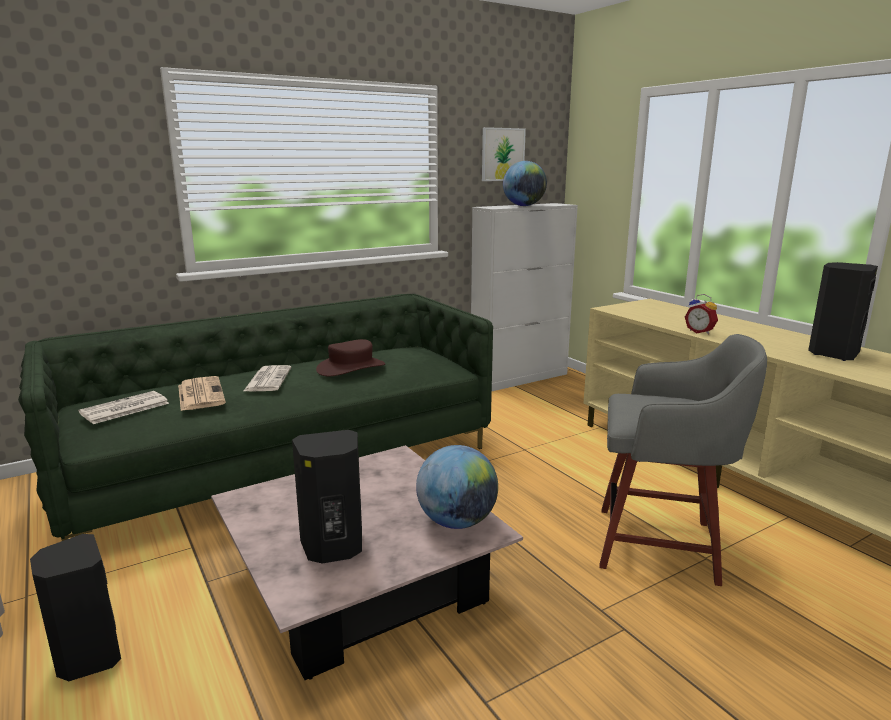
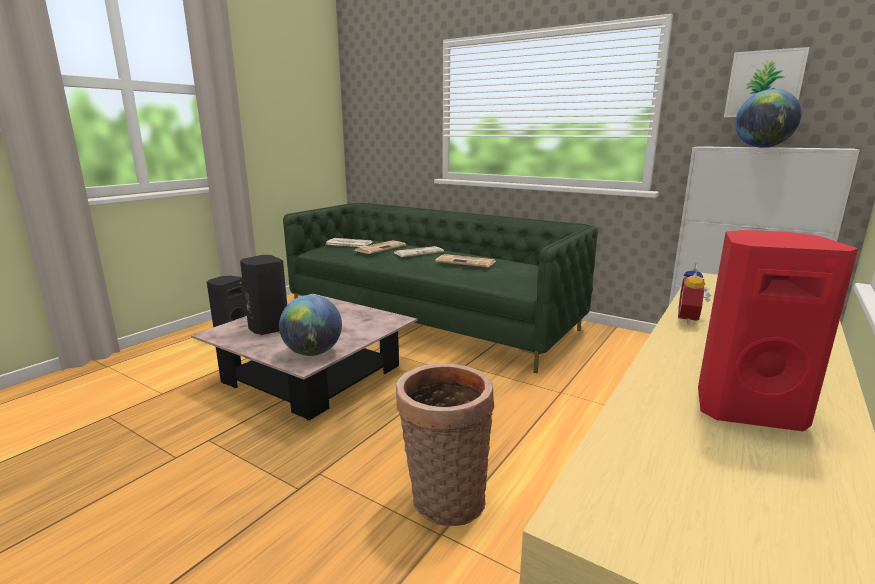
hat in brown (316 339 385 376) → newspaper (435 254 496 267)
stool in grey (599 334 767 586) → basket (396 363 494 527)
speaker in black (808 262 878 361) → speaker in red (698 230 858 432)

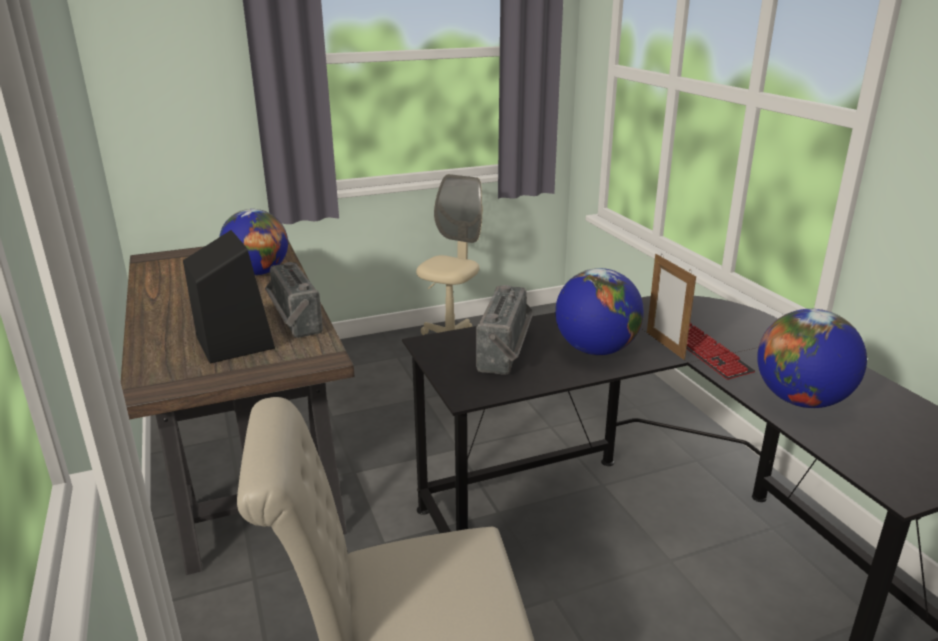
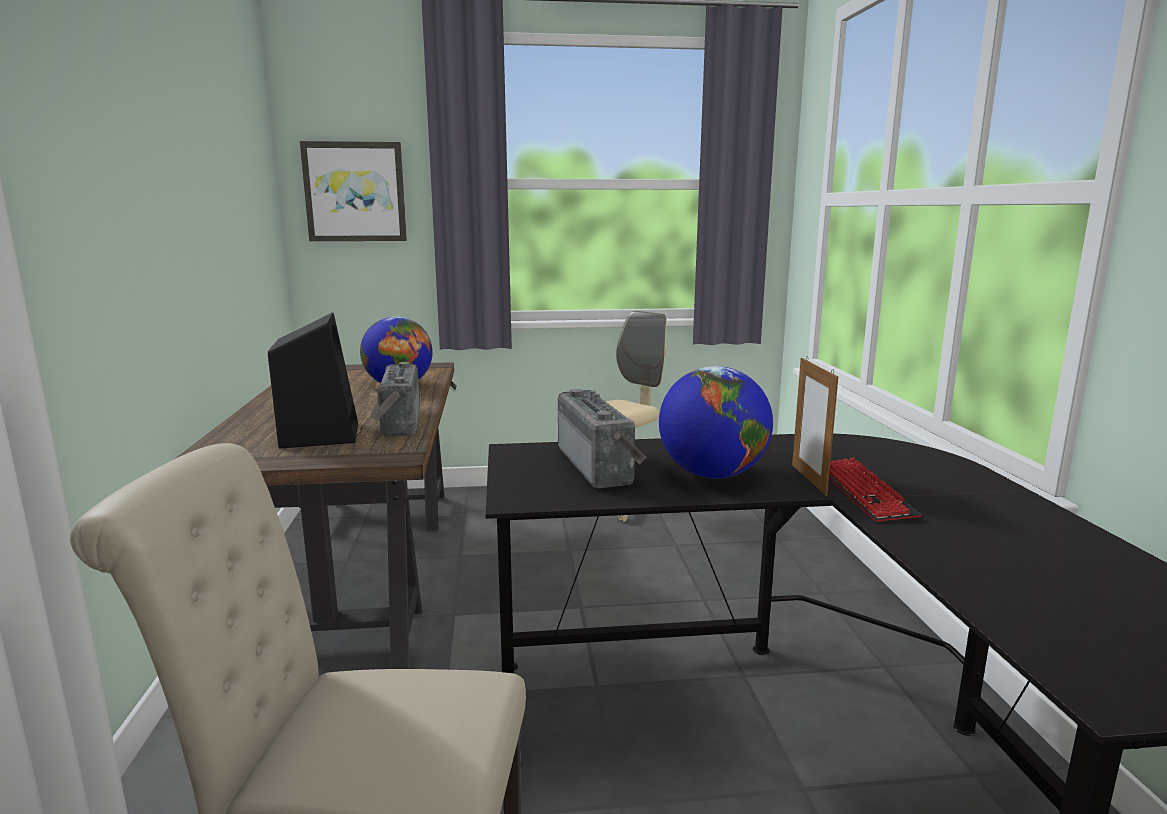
radio (476 285 534 375) → radio (558 389 646 488), 45 degrees counterclockwise
globe (757 309 867 408) → -
- → picture (300 141 407 241)

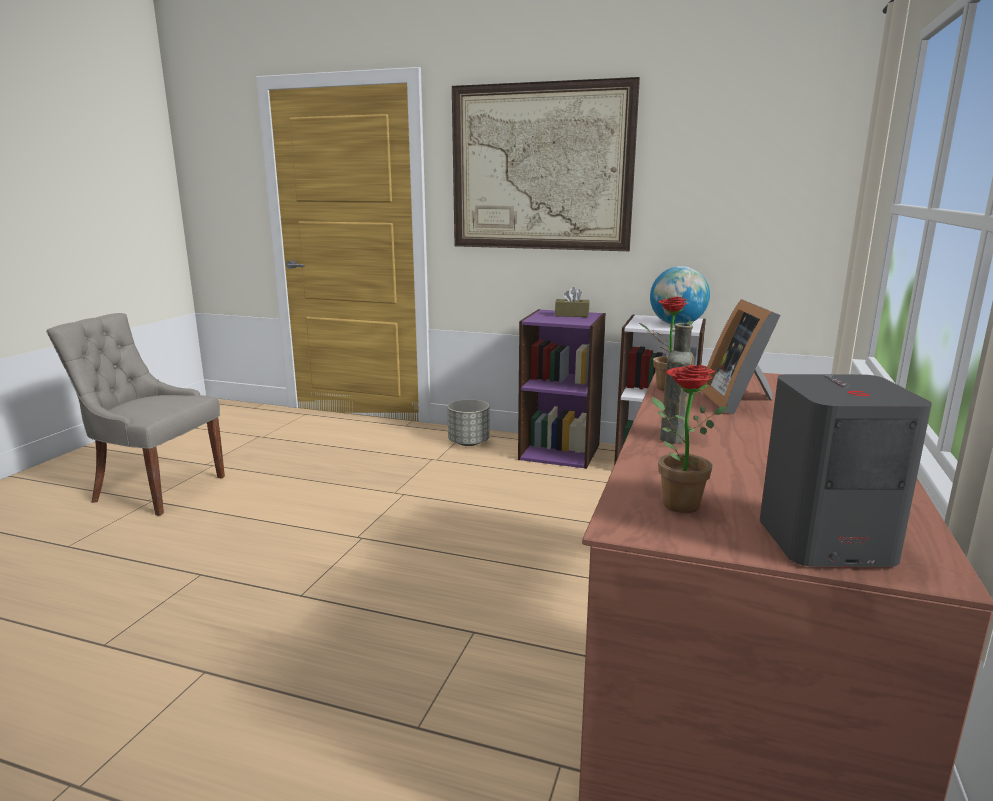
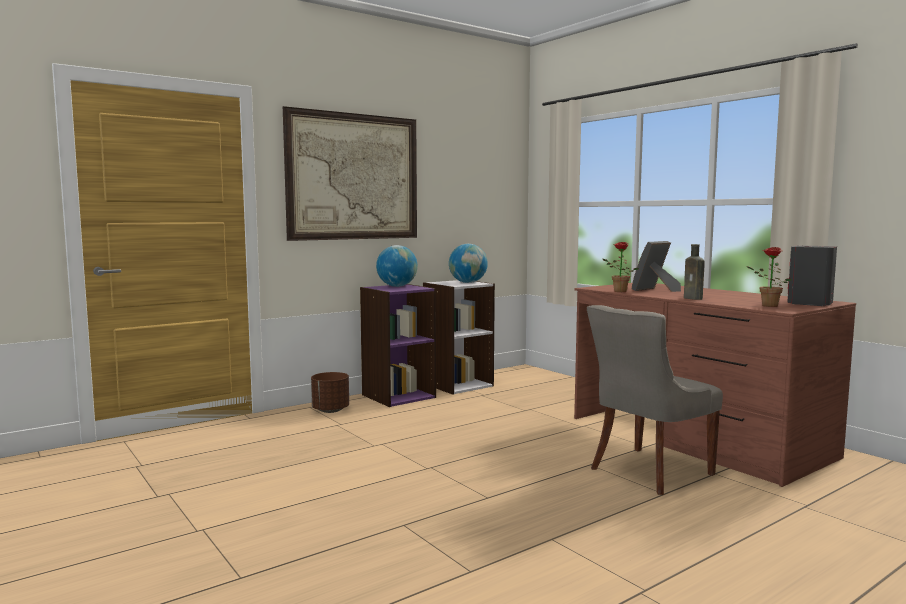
chair in grey (46 313 225 516) → chair in grey (587 305 723 495), relocated
planter in grey (447 399 489 446) → planter in brown (311 372 349 413)
tissue box in brown (555 287 590 317) → globe (376 245 418 287)
picture frame (701 299 781 415) → picture frame (632 241 681 292), 105 degrees clockwise

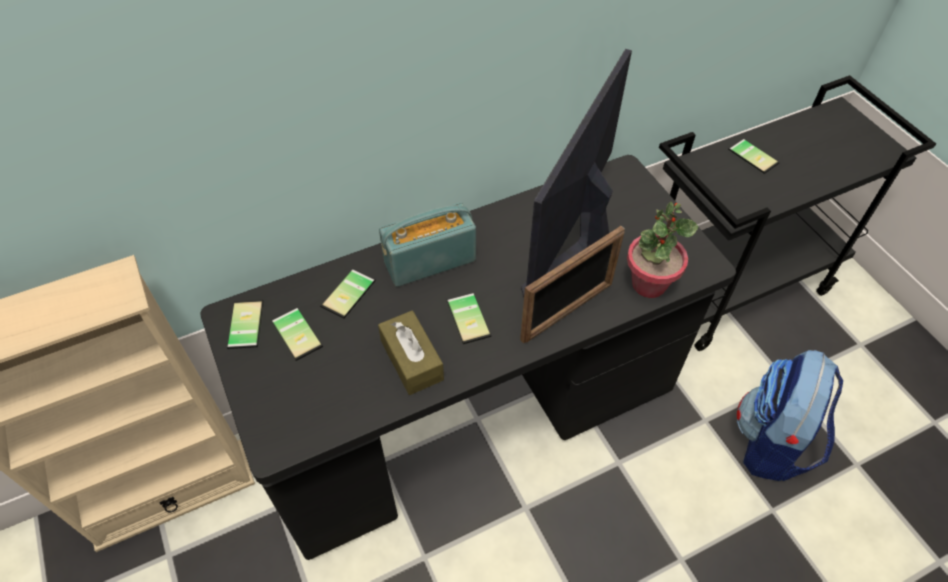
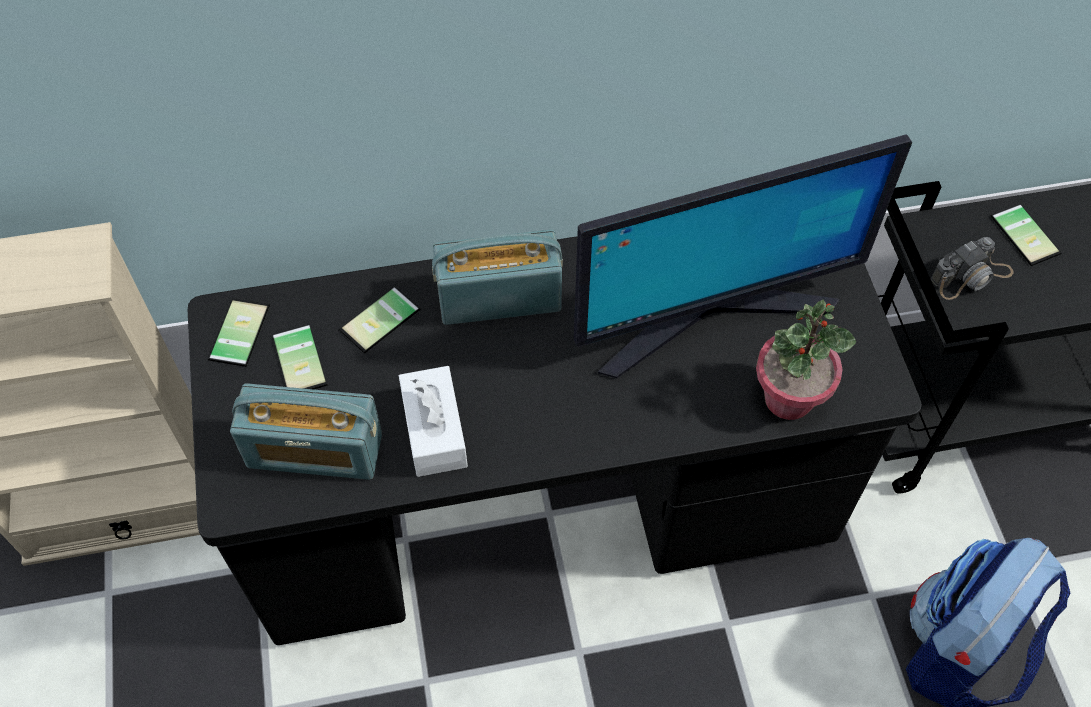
tissue box in brown (378 311 444 395) → tissue box in white (399 366 468 477)
phone (446 292 491 344) → -
picture frame (520 226 625 343) → -
monitor (521 49 632 297) → monitor (574 134 912 379), 150 degrees counterclockwise
- → radio (230 383 382 480)
- → photo camera (931 237 1013 300)

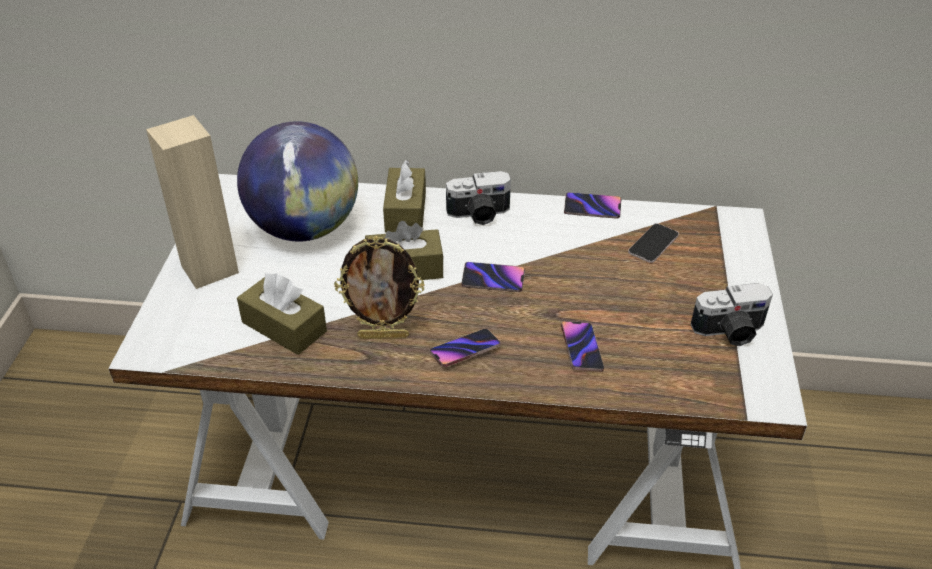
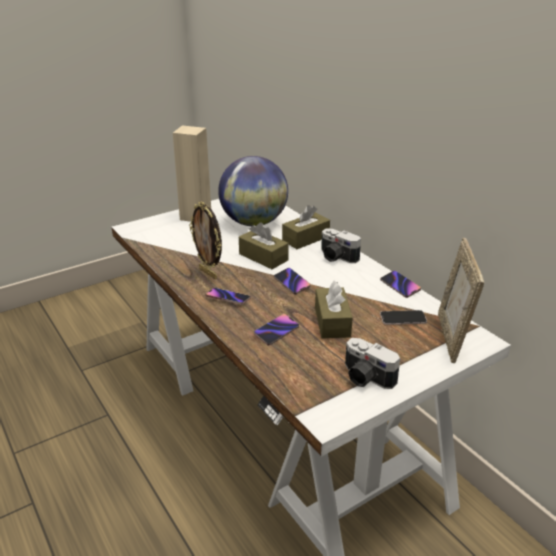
tissue box in brown (237 274 327 355) → tissue box in brown (315 281 353 339), relocated
- → picture frame (438 238 484 363)

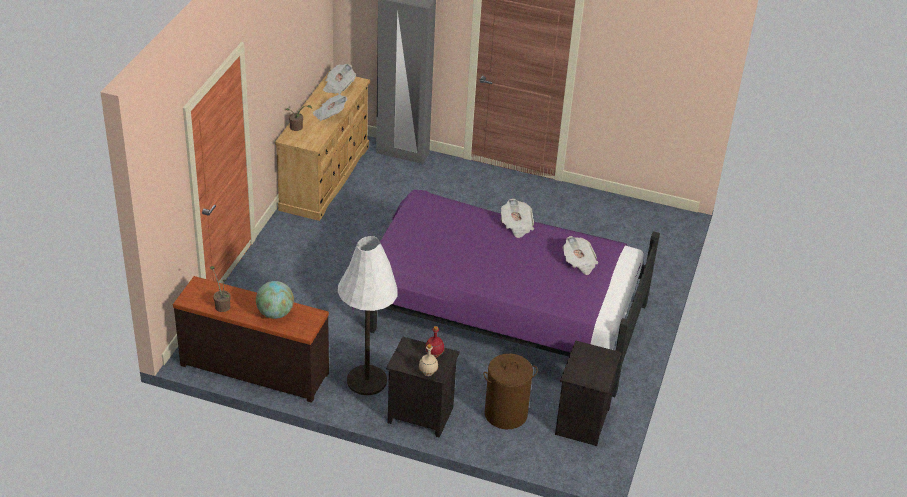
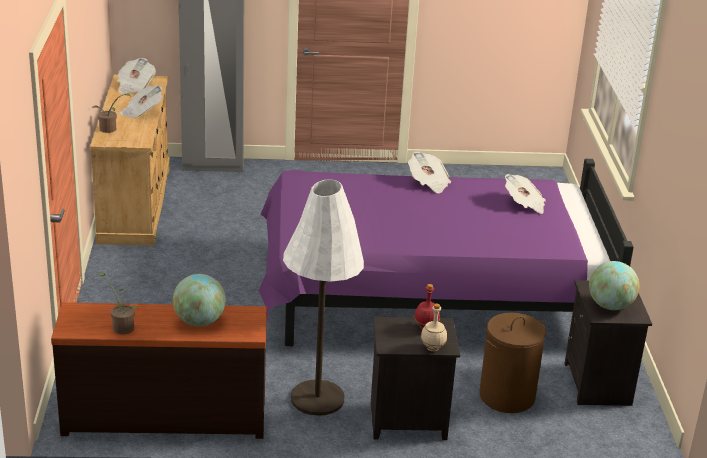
- → globe (589 261 639 310)

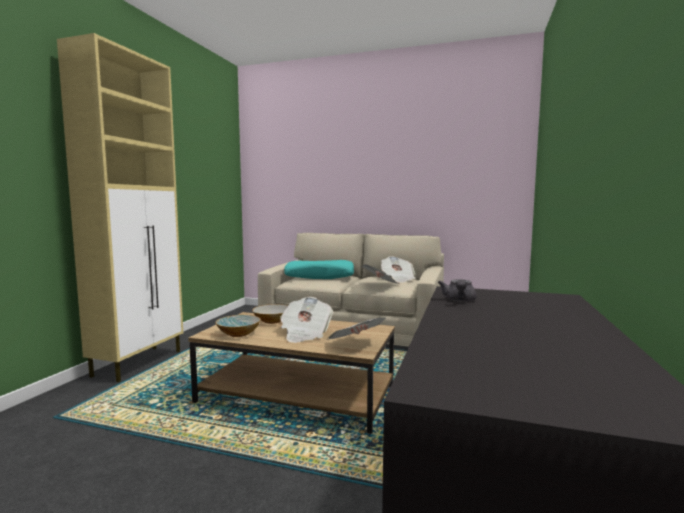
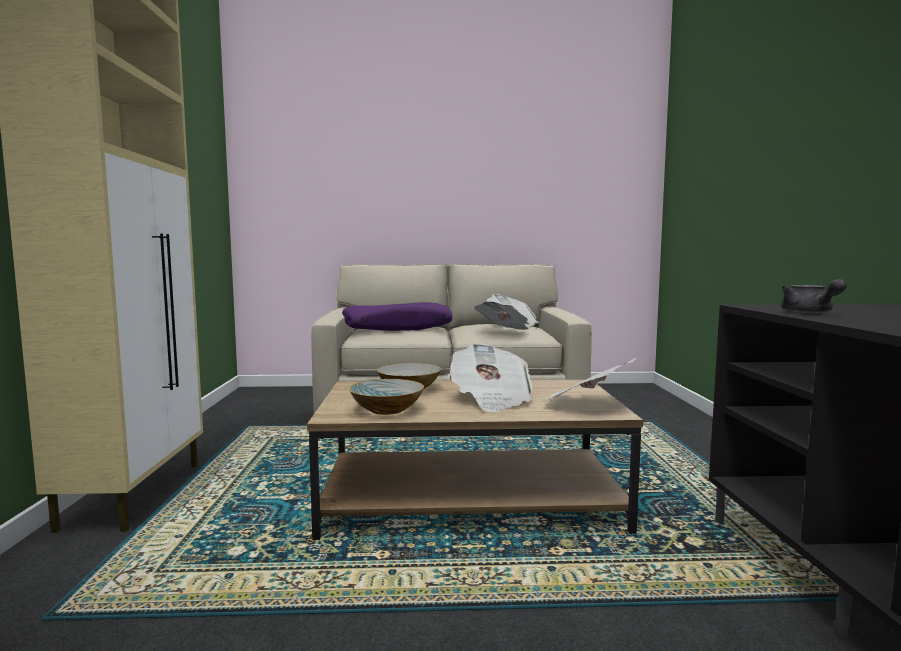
pillow in turquoise (284 260 354 279) → pillow in purple (342 302 452 331)

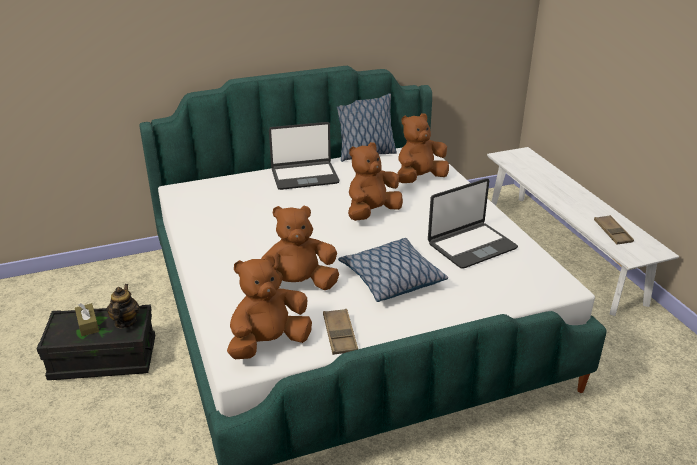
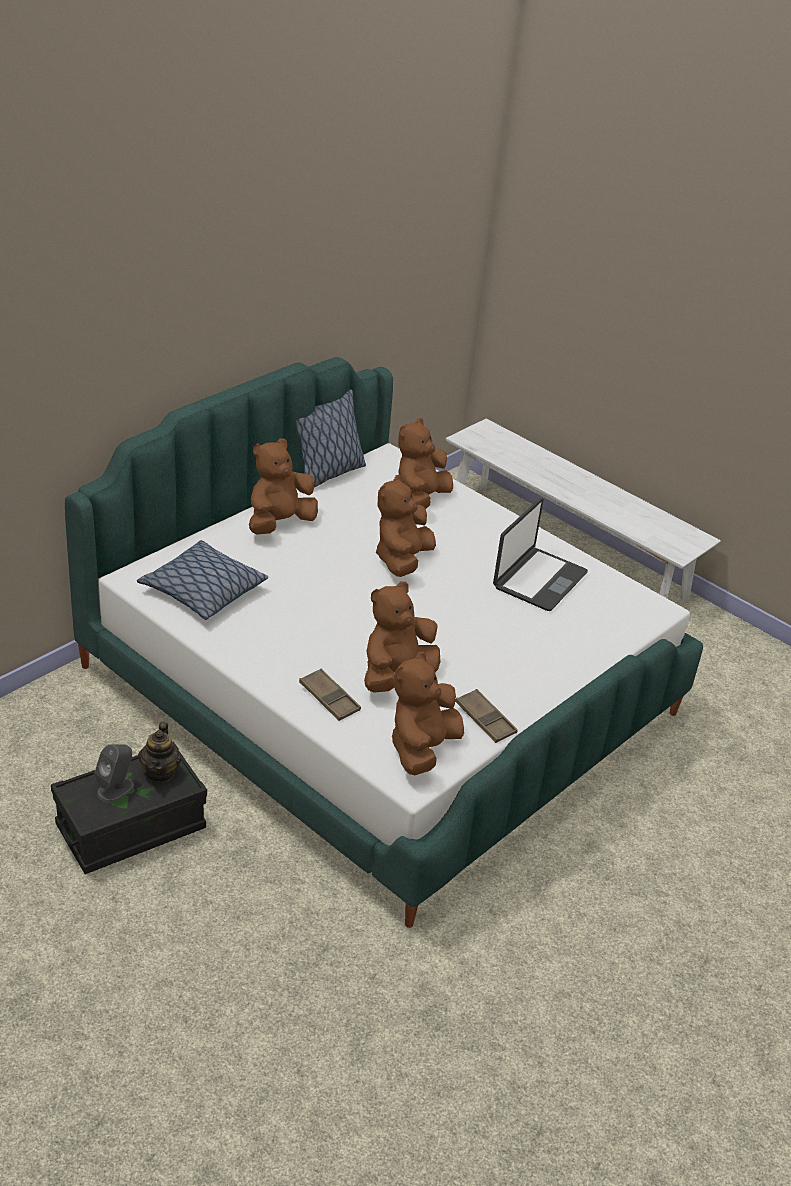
tissue box in brown (75 303 99 336) → speaker in grey (95 745 134 803)
teapot (107 284 140 328) → teapot (138 722 181 782), 150 degrees counterclockwise
laptop (269 122 340 190) → plush toy in brown (249 438 318 535)
pillow (338 238 448 302) → pillow (137 540 268 620), relocated
tray in brown (594 215 634 245) → tray in brown (299 669 361 721), relocated

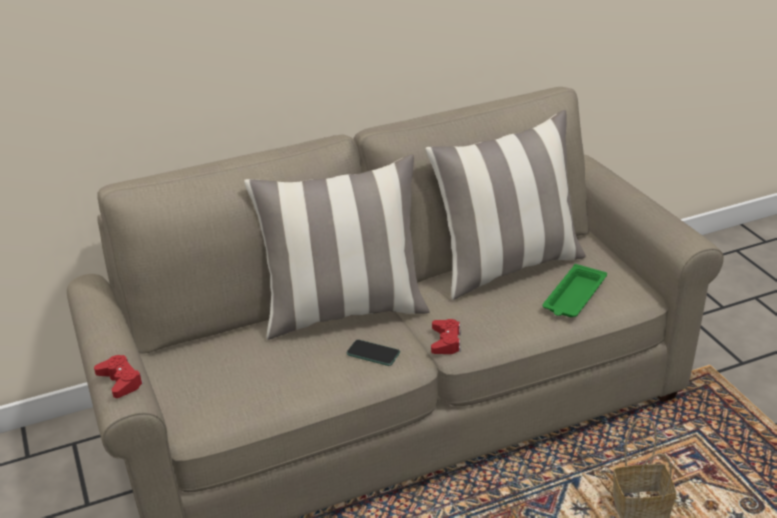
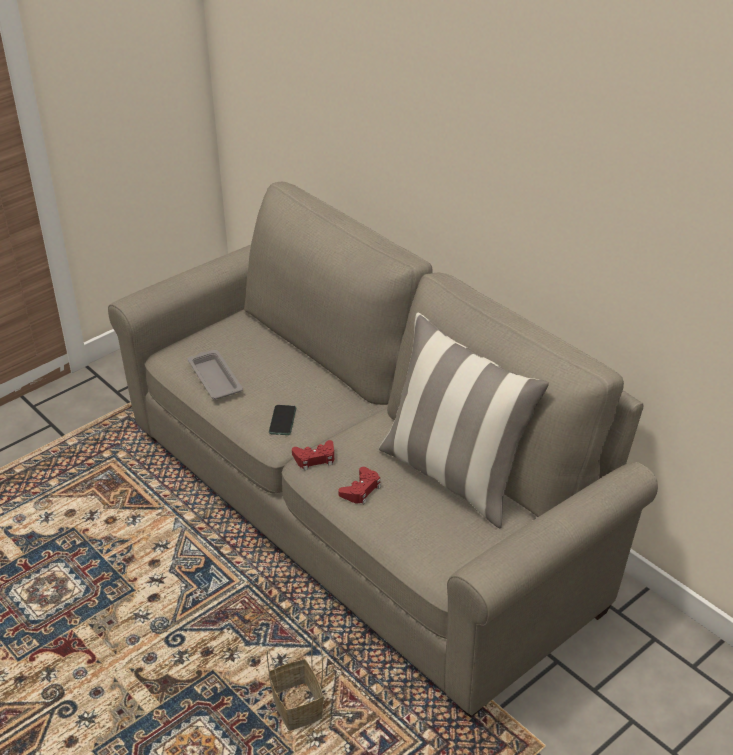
game controller in red (94 355 144 398) → game controller in red (338 467 381 504), relocated
pillow (244 154 430 340) → -
tray in green (542 264 607 317) → -
- → tray in grey (188 350 243 400)

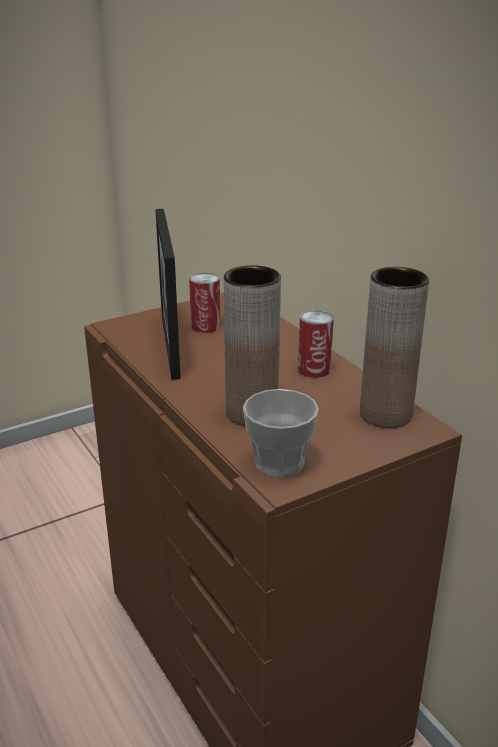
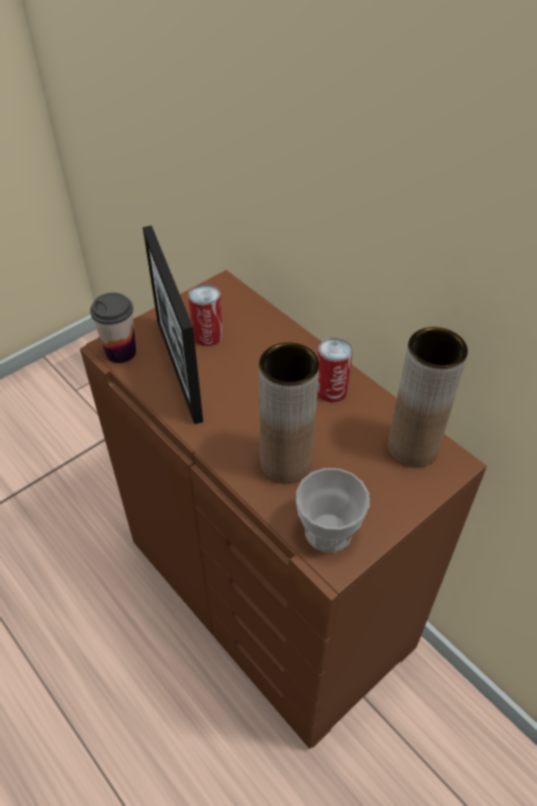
- → cup (90 293 136 363)

